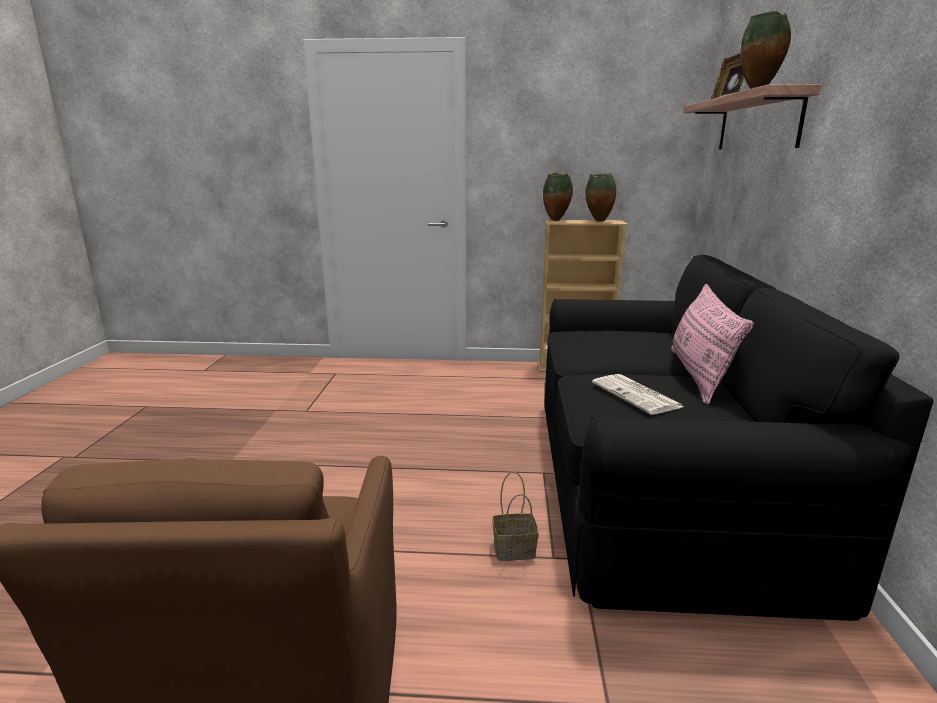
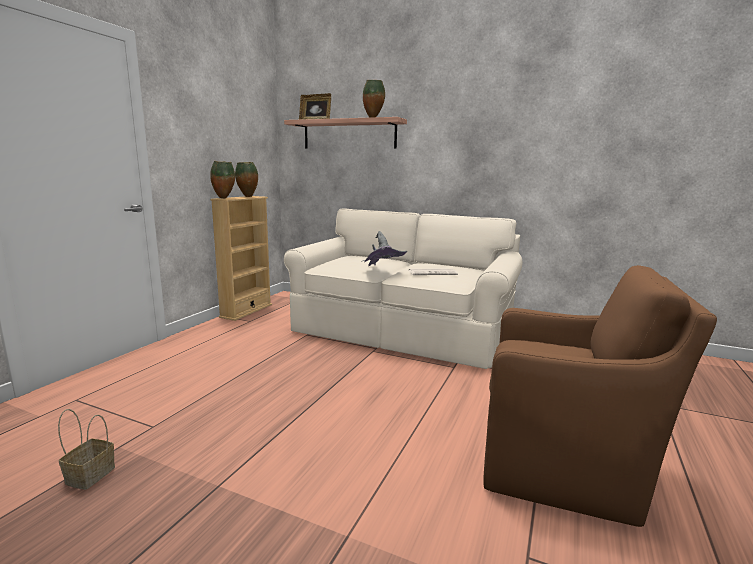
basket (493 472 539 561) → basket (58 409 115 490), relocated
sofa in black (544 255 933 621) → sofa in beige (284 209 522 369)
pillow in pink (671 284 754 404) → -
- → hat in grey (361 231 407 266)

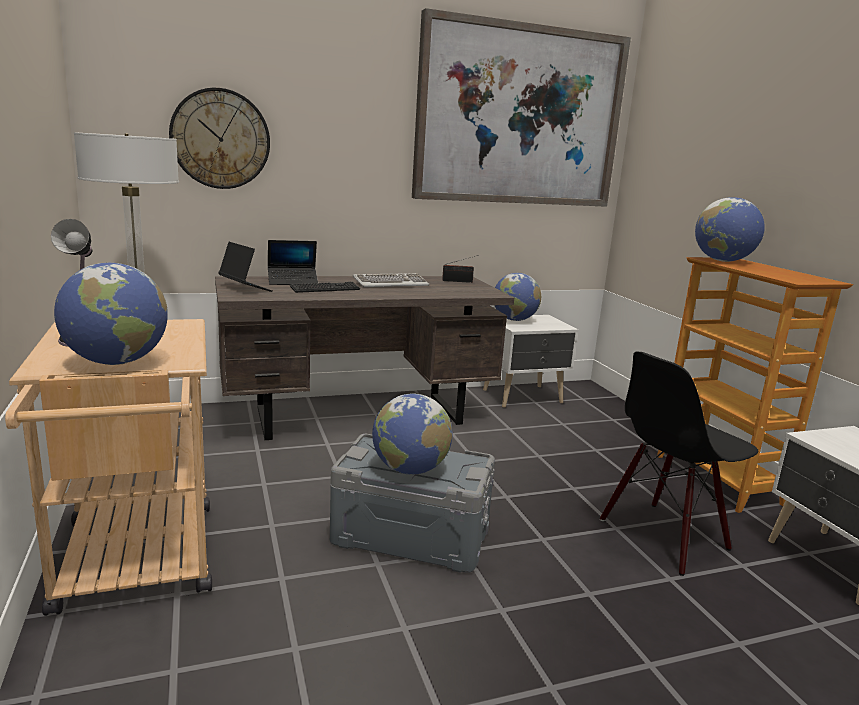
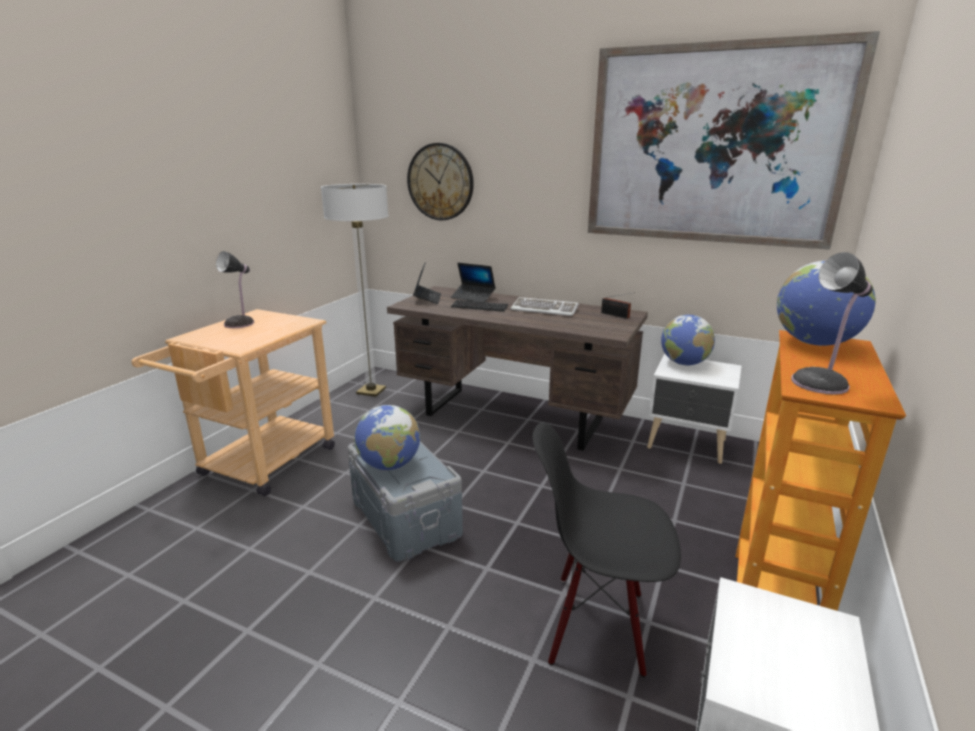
globe (54 263 168 365) → -
- → table lamp (791 252 873 395)

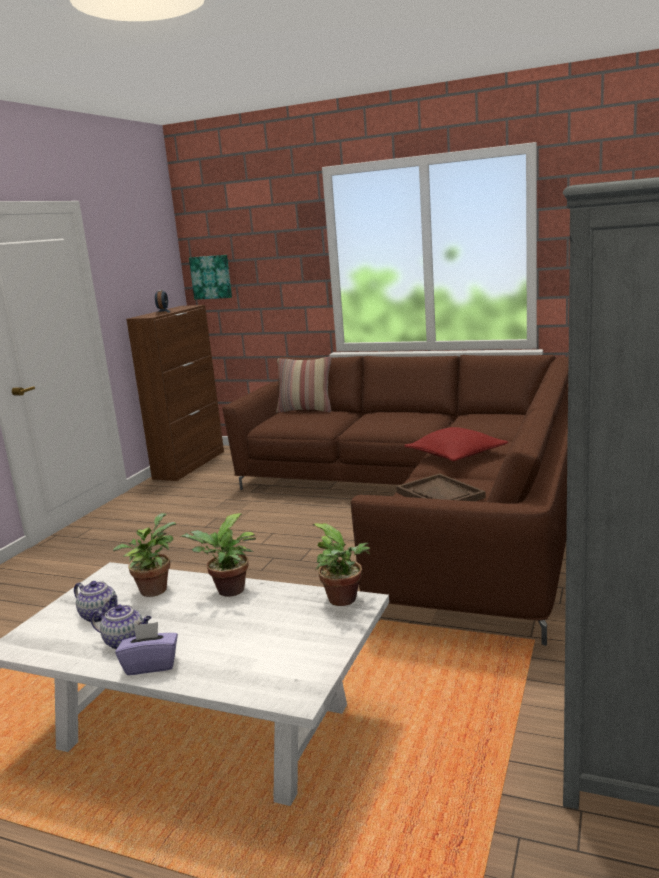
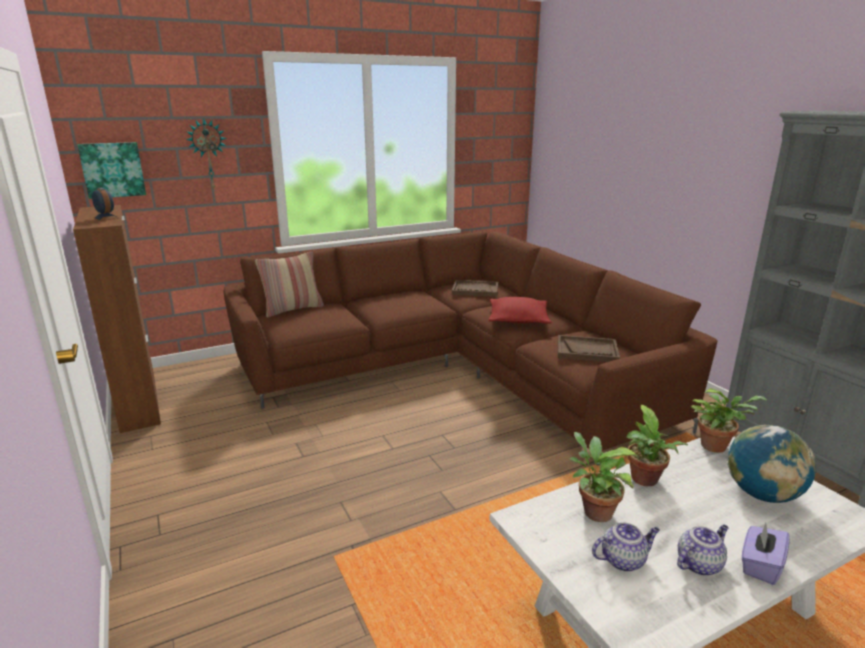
- → wall clock (186 119 227 191)
- → tray in brown (452 280 498 297)
- → globe (728 425 816 503)

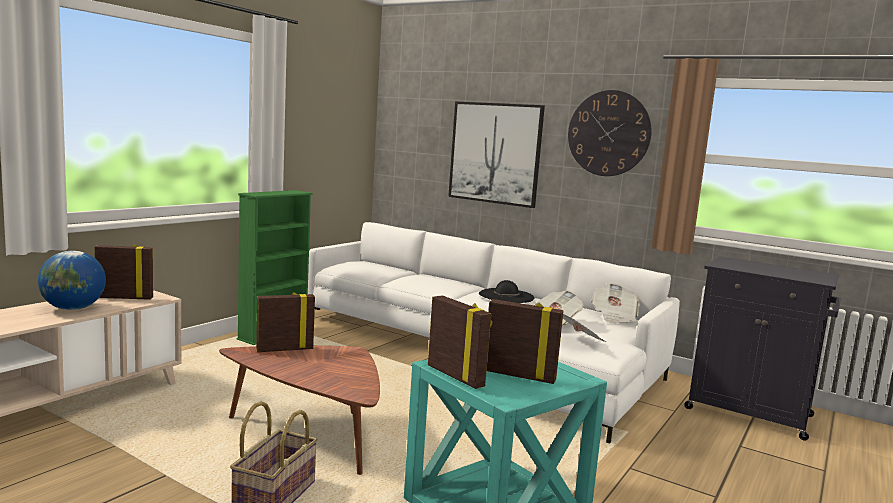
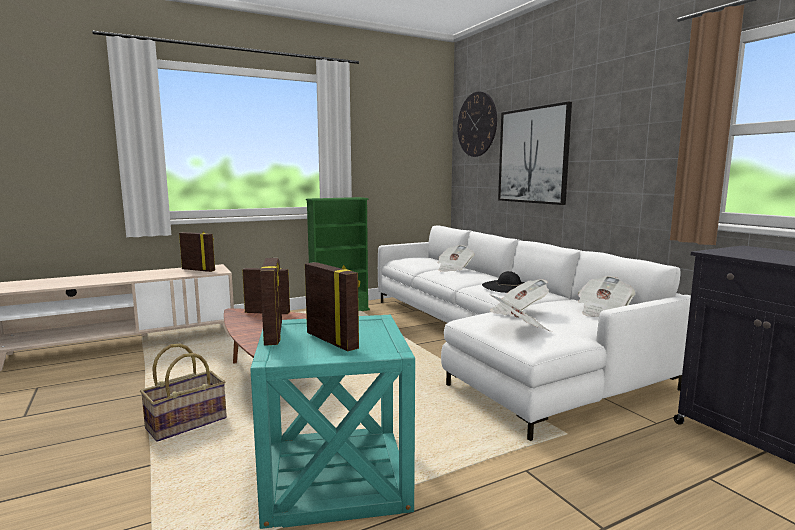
globe (38 251 106 310) → -
wall clock (568 90 652 176) → wall clock (457 91 497 157), relocated
- → newspaper (438 245 474 272)

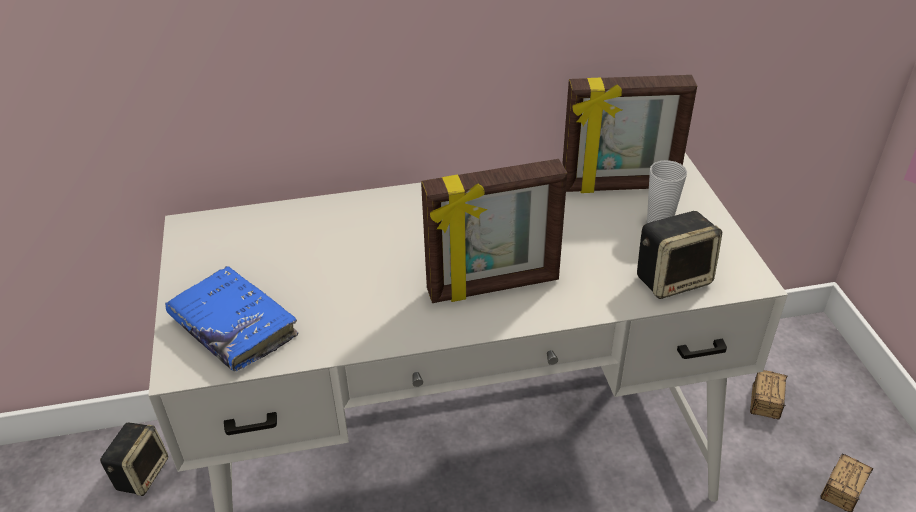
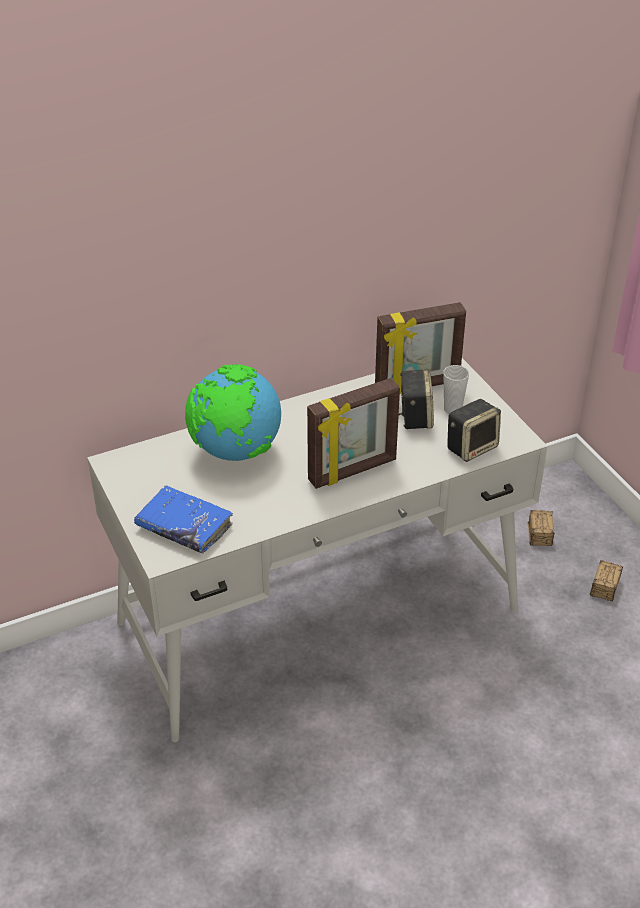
speaker (100 423 168 496) → speaker (399 369 434 429), relocated
- → globe (185 364 281 461)

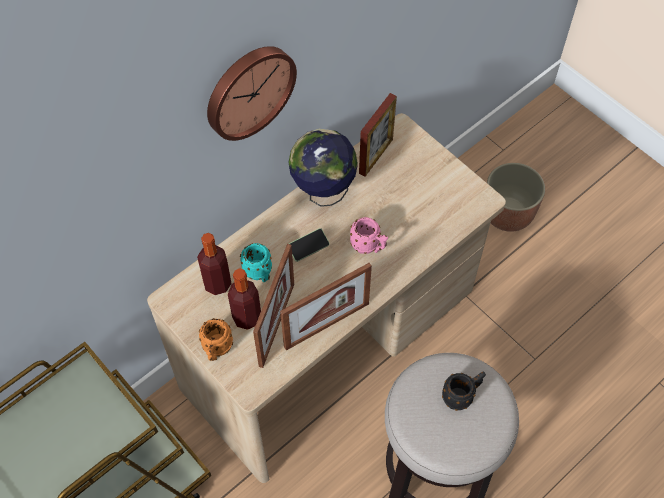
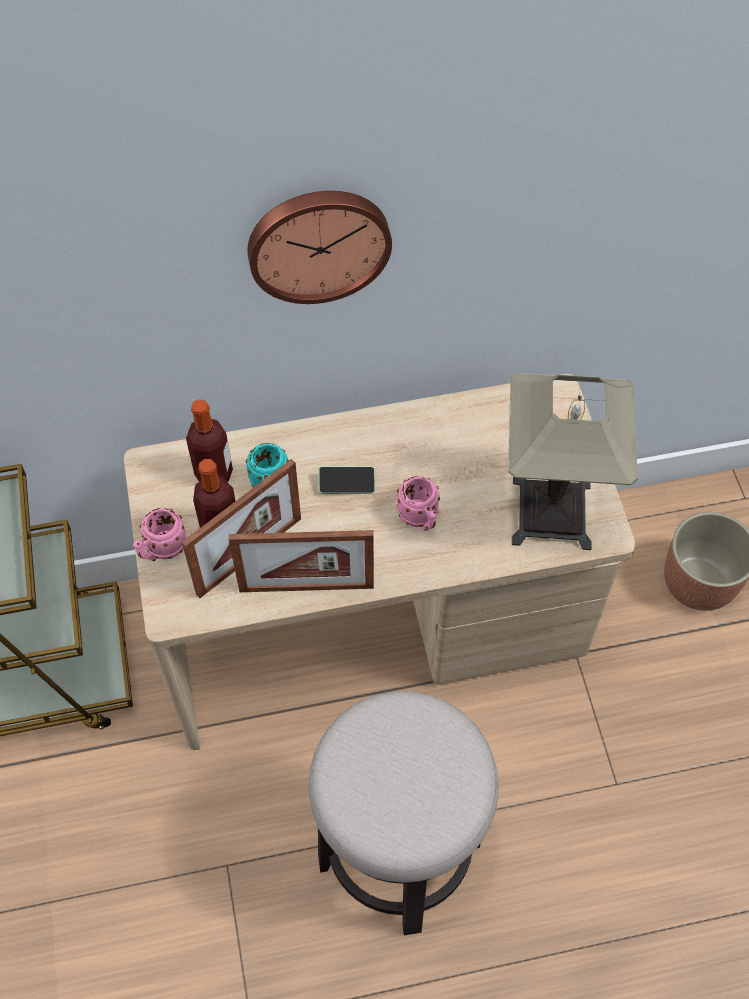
mug in orange (199 318 233 361) → mug in pink (133 508 186 561)
globe (288 129 358 207) → -
picture frame (359 93 397 177) → -
mug in black (442 372 486 411) → -
- → table lamp (508 373 638 550)

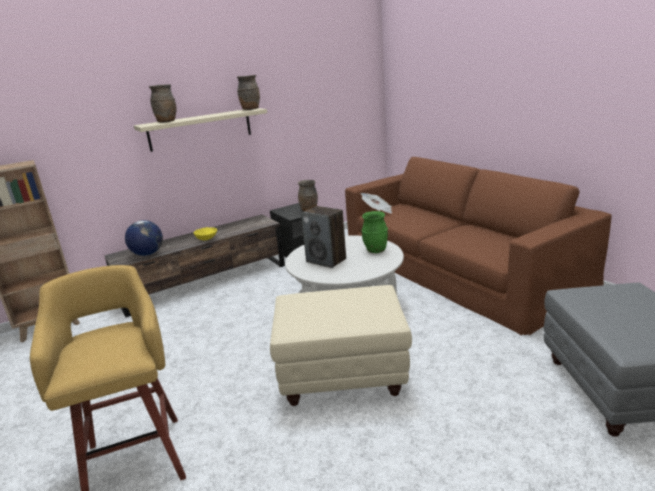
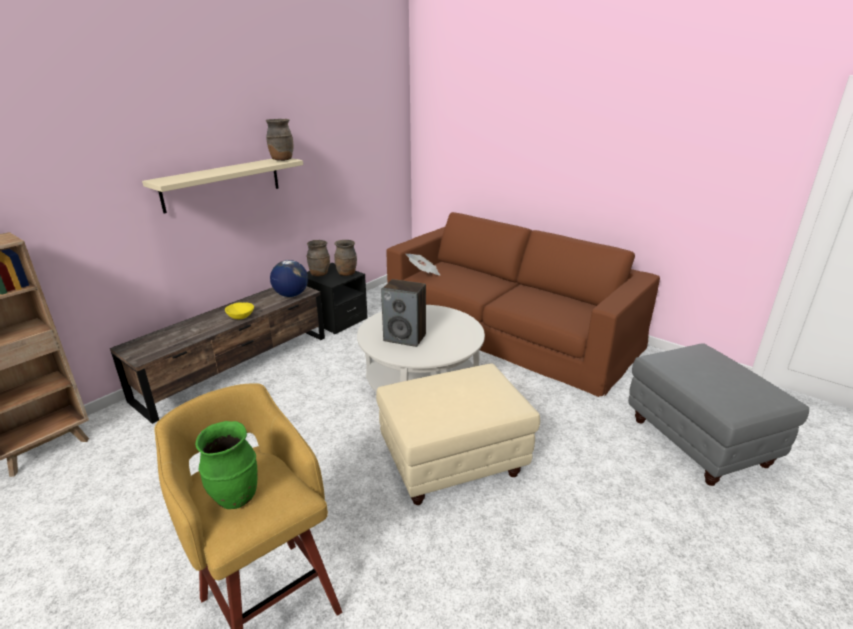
globe (125 220 163 256) → globe (270 260 308 297), relocated
vase in brown (149 84 176 123) → vase in brown (306 240 330 277), relocated
vase in green (362 211 388 253) → vase in green (195 421 258 509), relocated

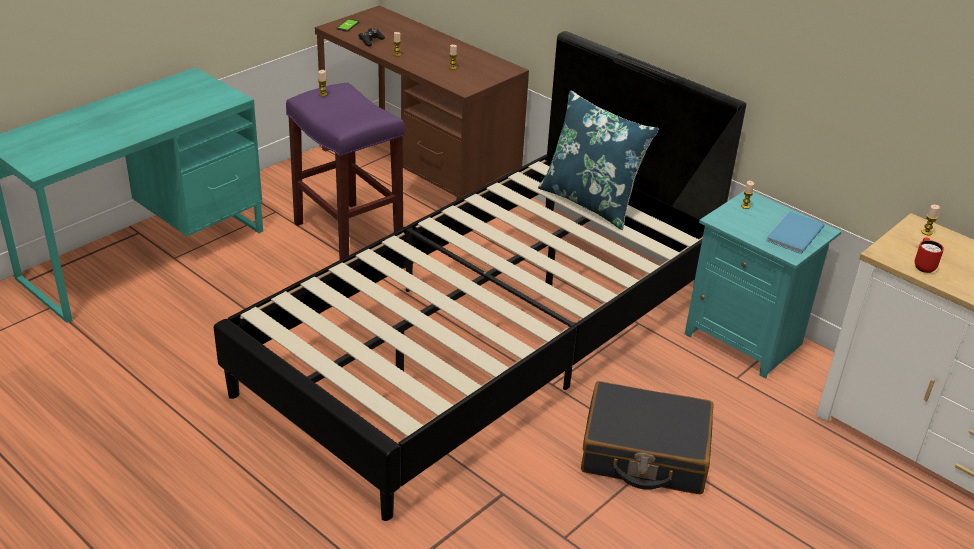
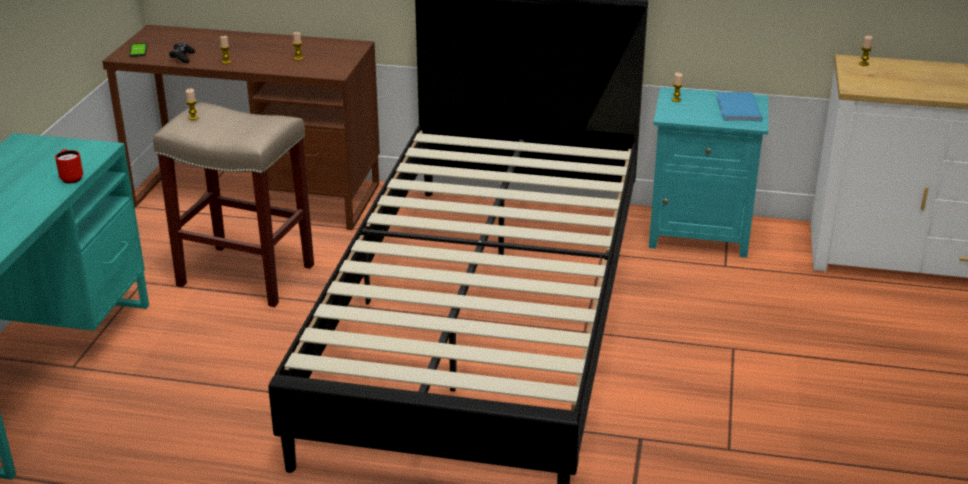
stool in purple (286 82 405 260) → stool in beige (153 102 314 307)
pillow in blue (538 90 659 230) → -
suitcase in black (581 381 714 494) → -
mug in red (914 238 944 273) → mug in red (55 149 83 183), relocated

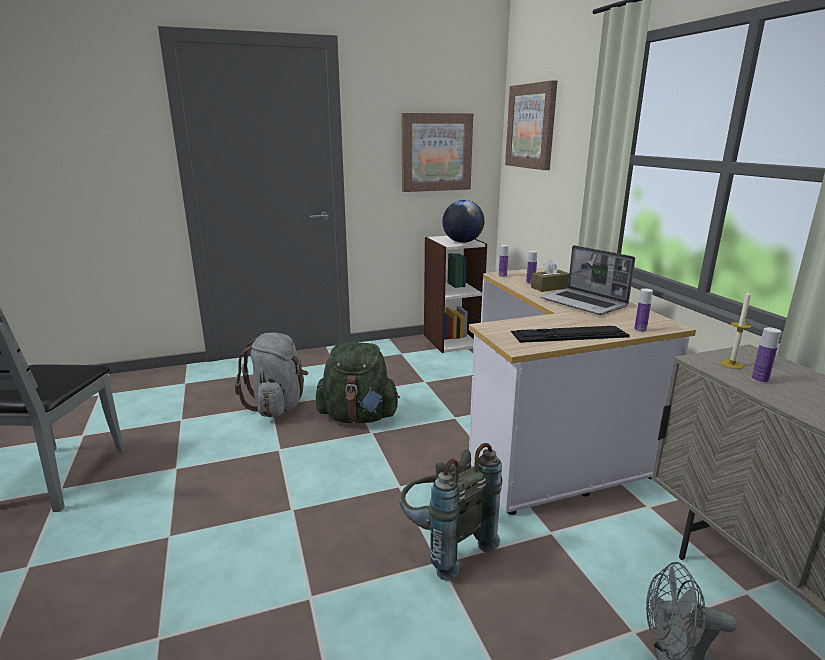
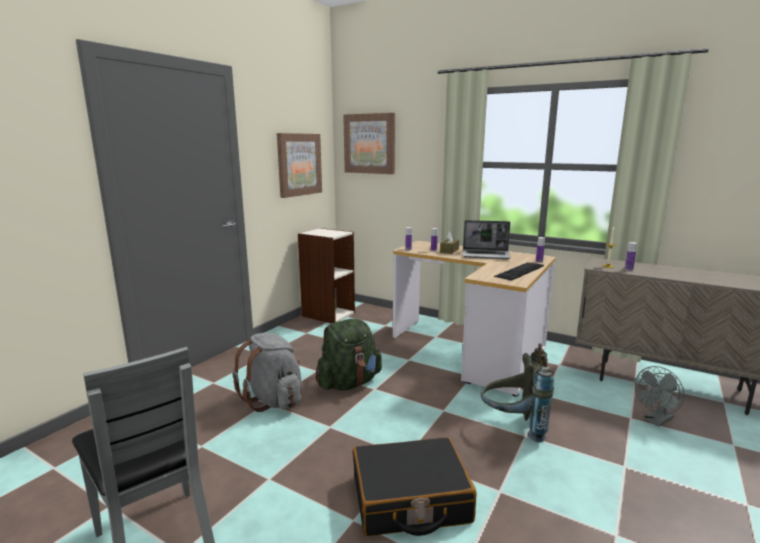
globe (442 200 485 243) → -
- → suitcase in black (353 437 476 536)

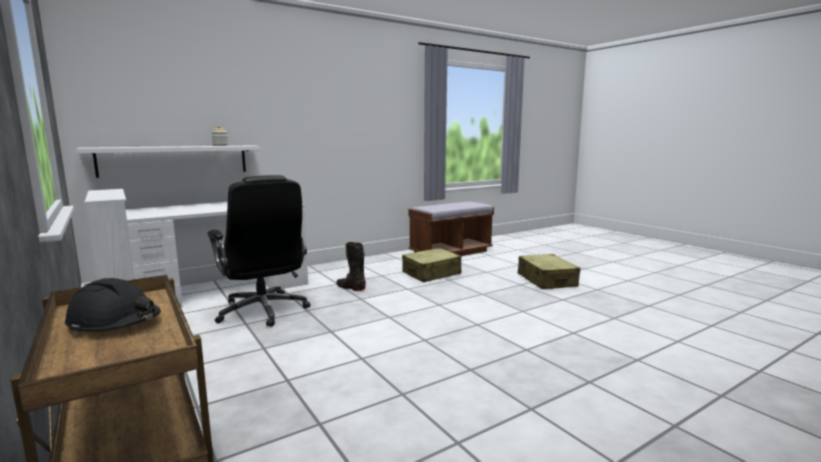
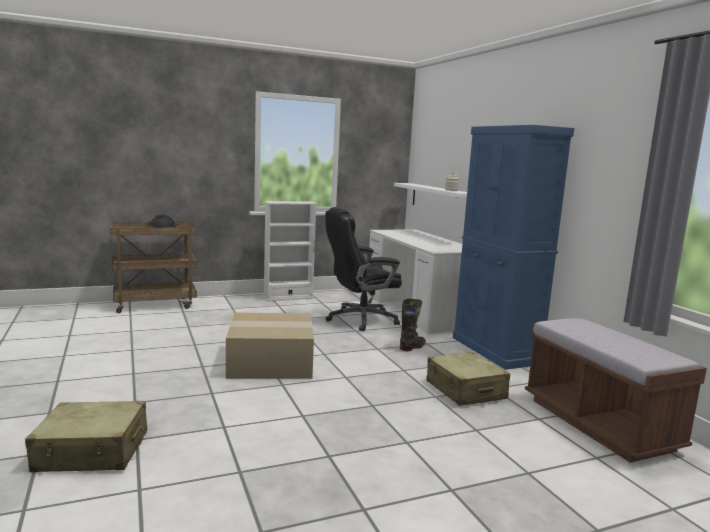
suitcase in beige (518 254 580 289) → suitcase in beige (25 401 147 472), relocated
- → cardboard box (226 312 314 379)
- → cabinet in blue (453 125 574 370)

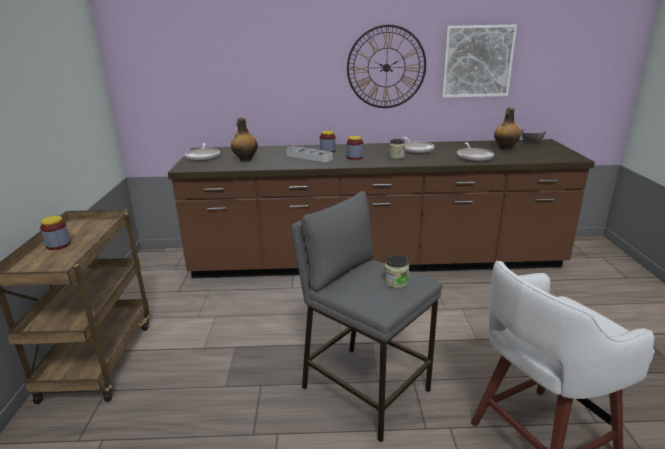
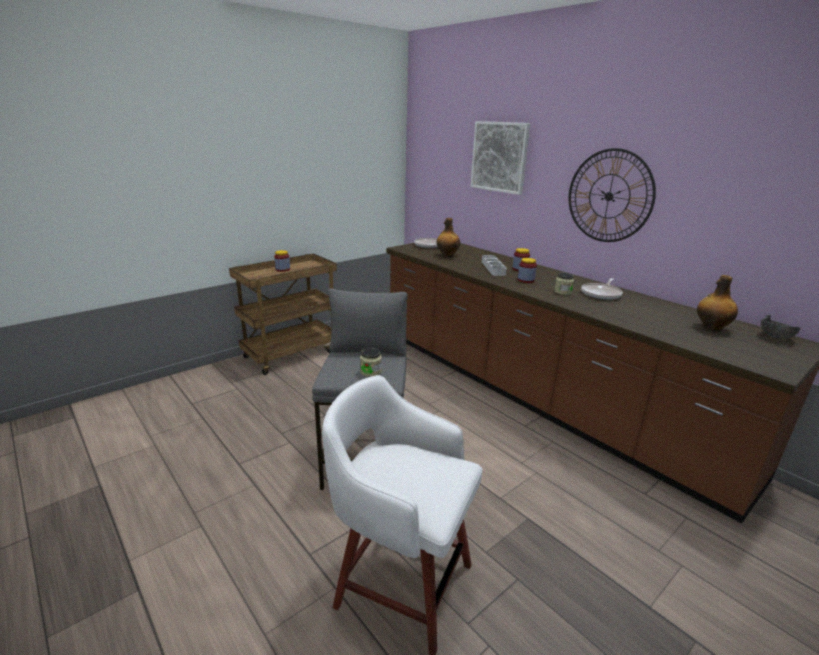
picture (441 25 517 98) → picture (470 121 530 195), relocated
frying pan (457 143 494 162) → -

